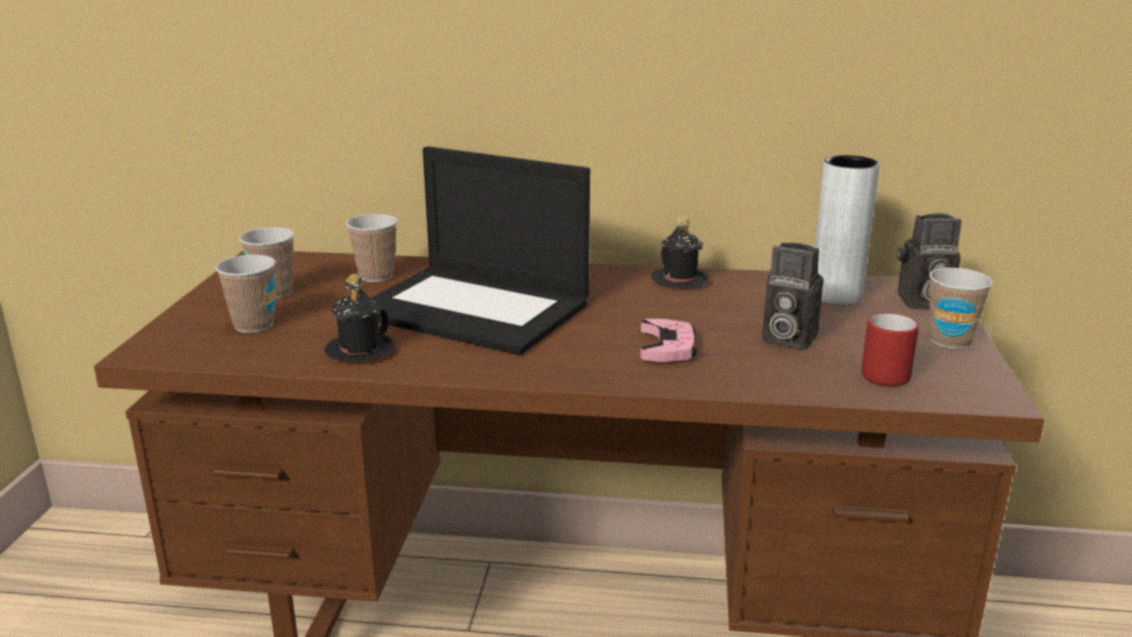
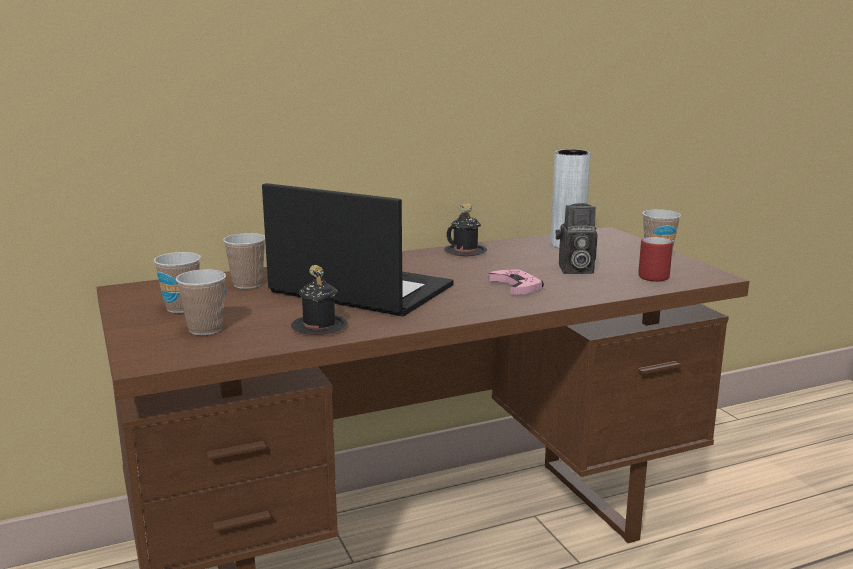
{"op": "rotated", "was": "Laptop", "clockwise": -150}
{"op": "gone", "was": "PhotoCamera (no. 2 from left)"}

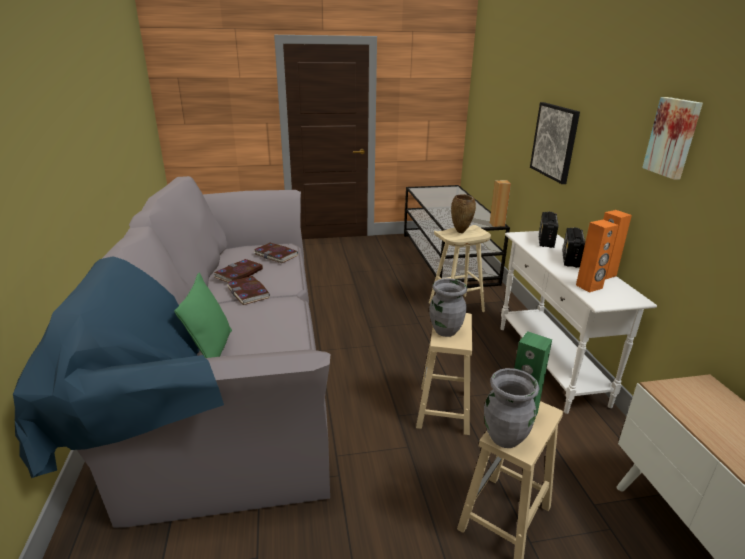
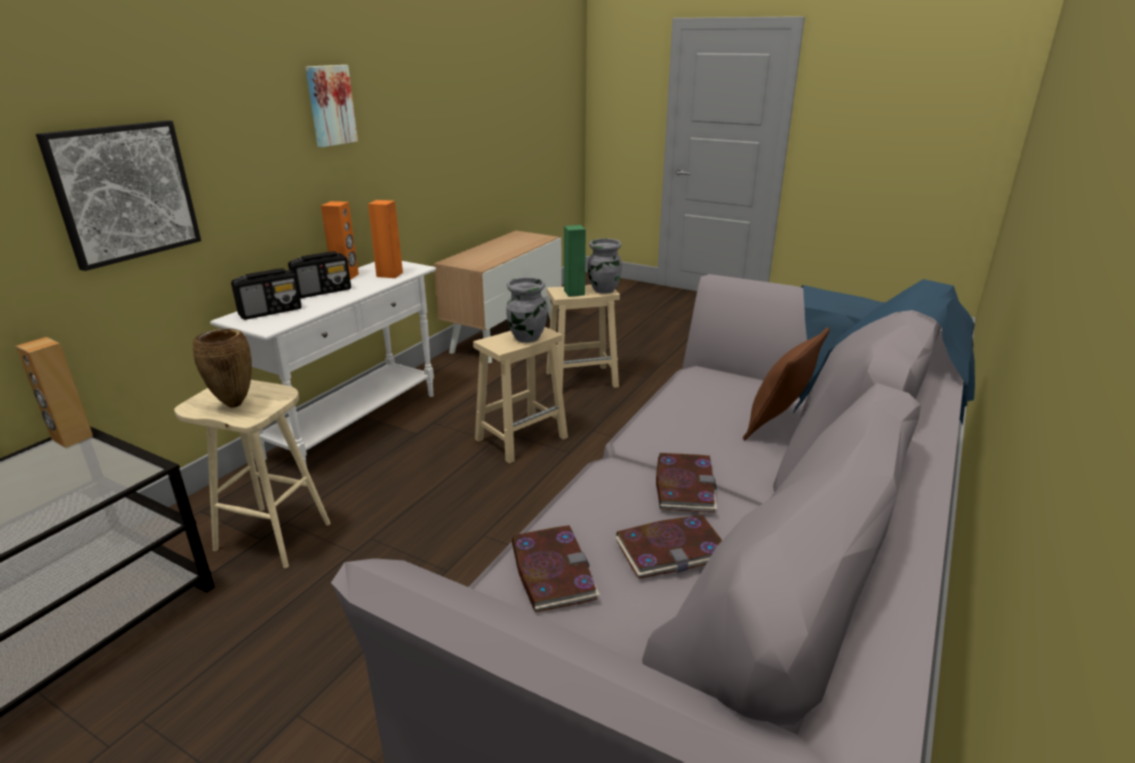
{"op": "repainted", "was": "GreenishPillow", "now": "BrownColouredPillow"}

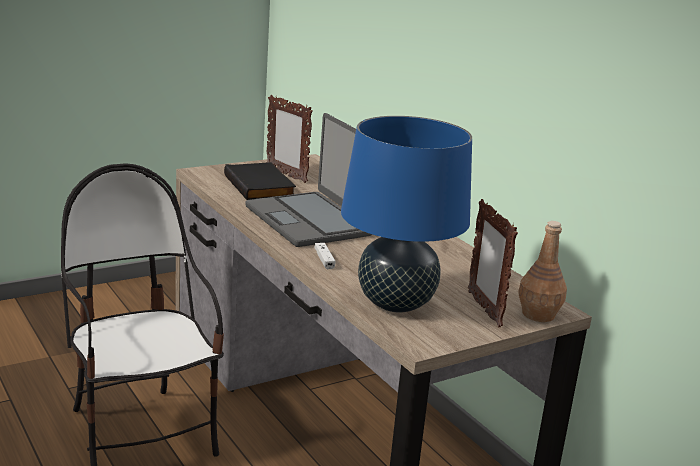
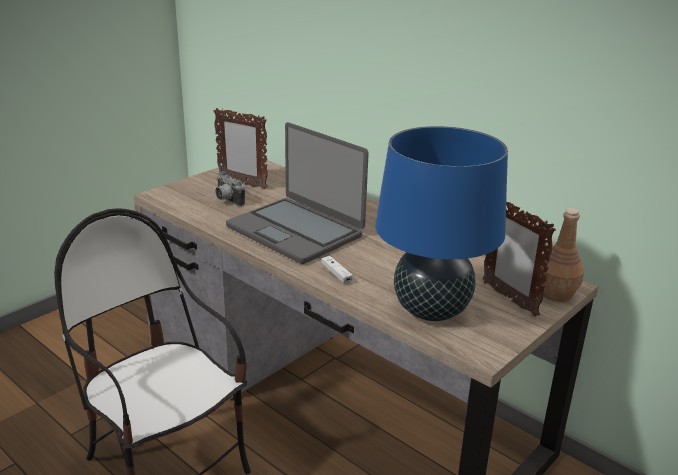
{"op": "swapped", "was": "BlackBoundBook", "now": "PhotoCamera"}

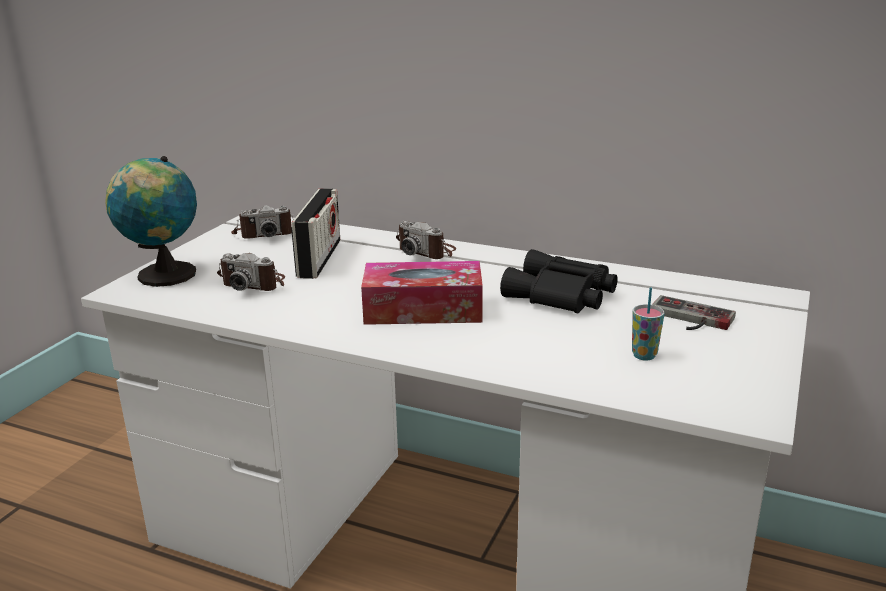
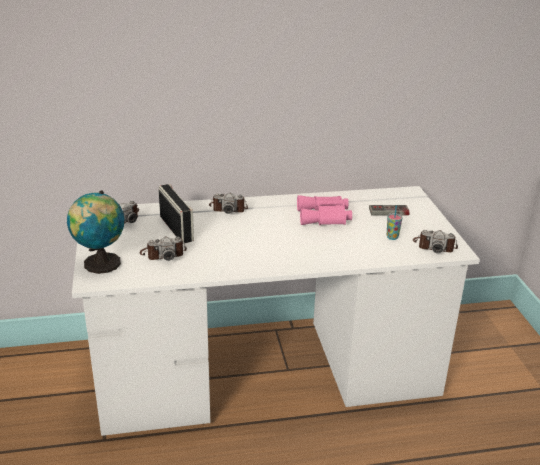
{"op": "gone", "was": "BoxOfTissues"}
{"op": "repainted", "was": "BlackPairOfBinoculars", "now": "PinkColouredPairOfBinoculars"}
{"op": "new", "now": "PhotoCamera (no. 4 from left)"}

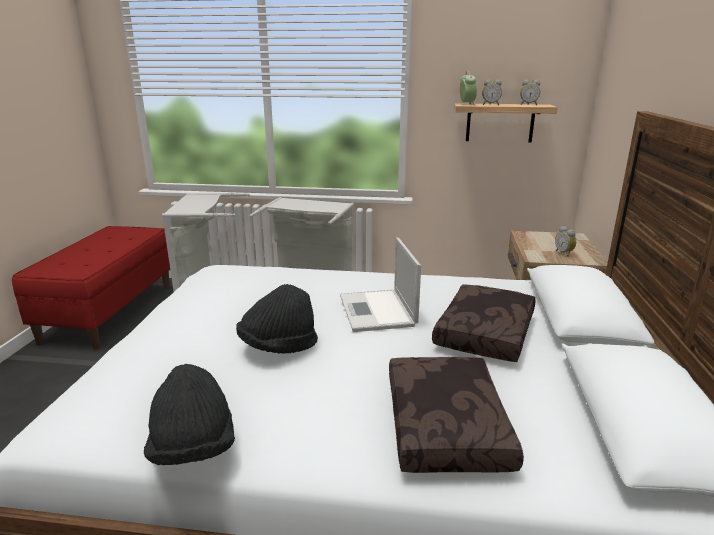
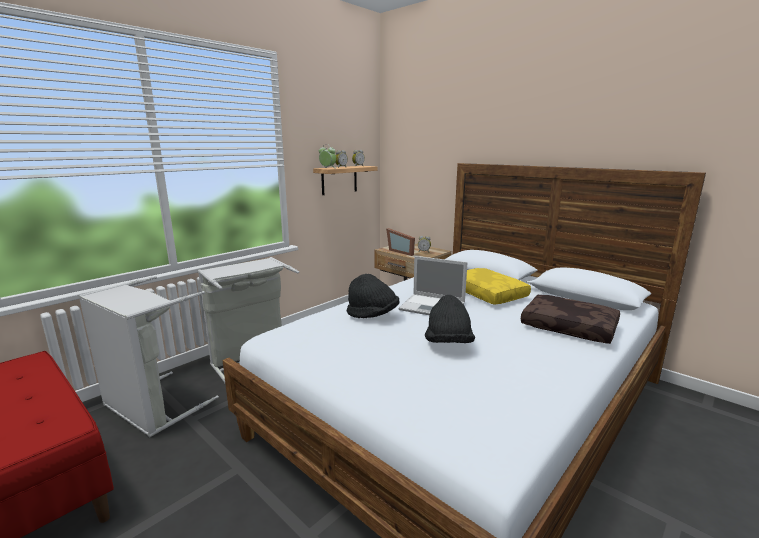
{"op": "shifted", "was": "BlackClothingHat (no. 1 from left)"}
{"op": "repainted", "was": "BrownColouredPillow (no. 2 from left)", "now": "YellowishPillow"}
{"op": "new", "now": "PhotoFrame"}

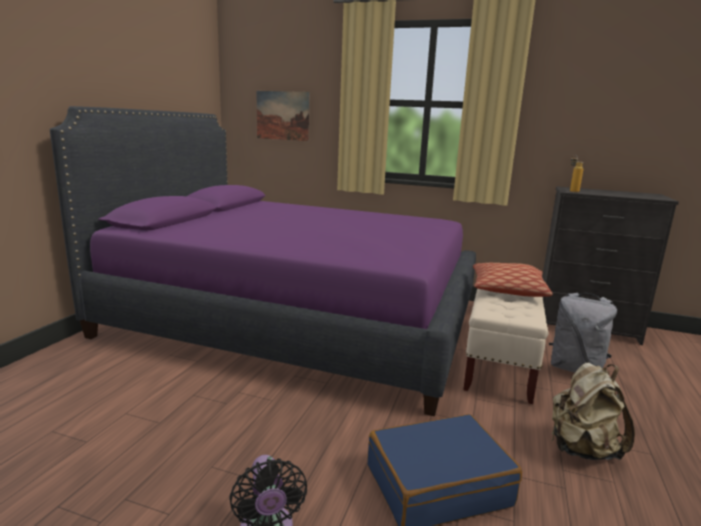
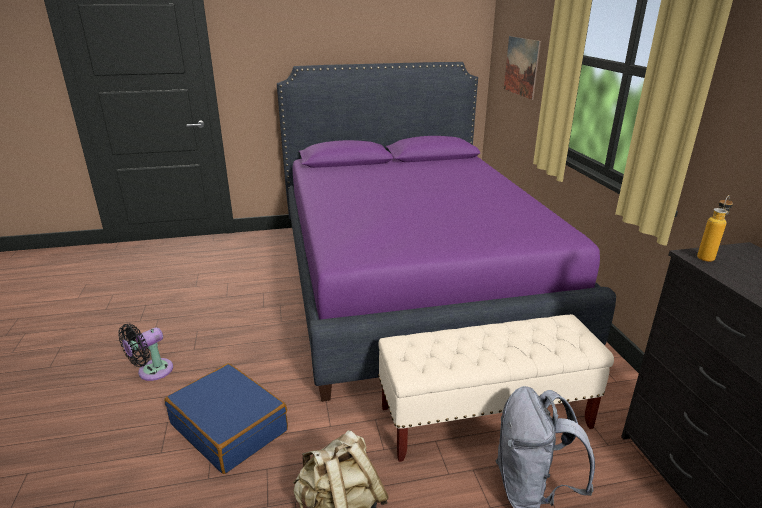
{"op": "gone", "was": "Pillow"}

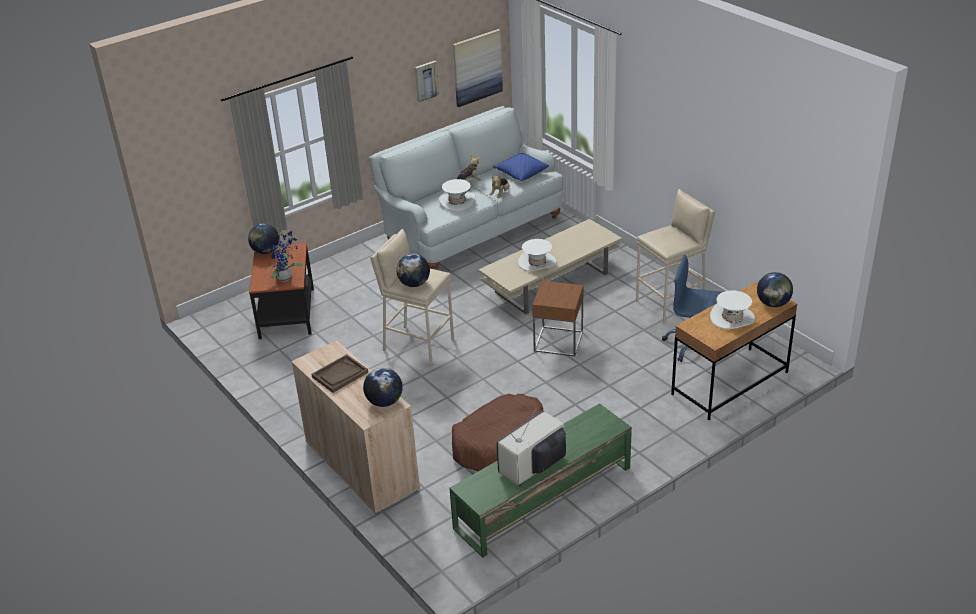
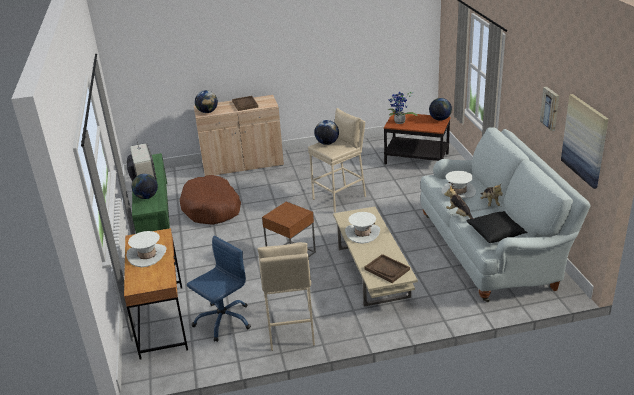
{"op": "repainted", "was": "BlueColouredPillow", "now": "BlackPillow"}
{"op": "shifted", "was": "WorldGlobe (no. 4 from left in the first image)", "now": "WorldGlobe (no. 1 from left)"}
{"op": "new", "now": "BrownColouredTray (no. 2 from left)"}

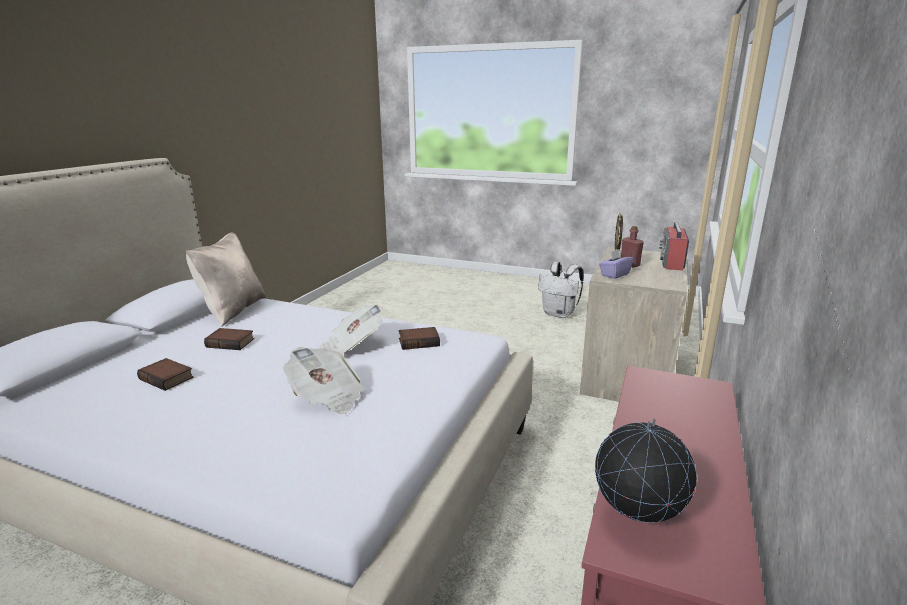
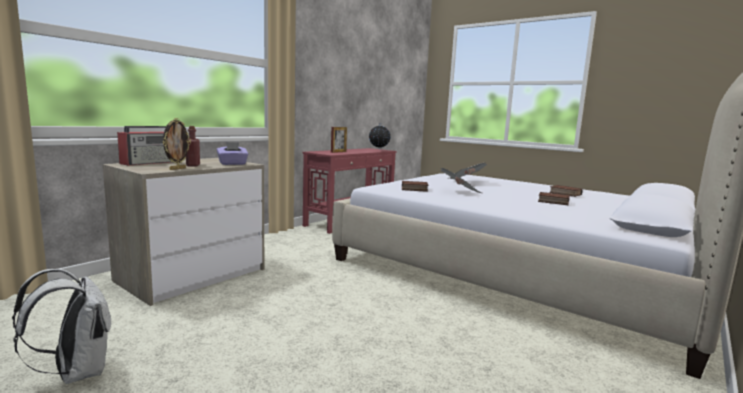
{"op": "gone", "was": "BeigePillow"}
{"op": "new", "now": "PhotoFrame (no. 2 from left)"}

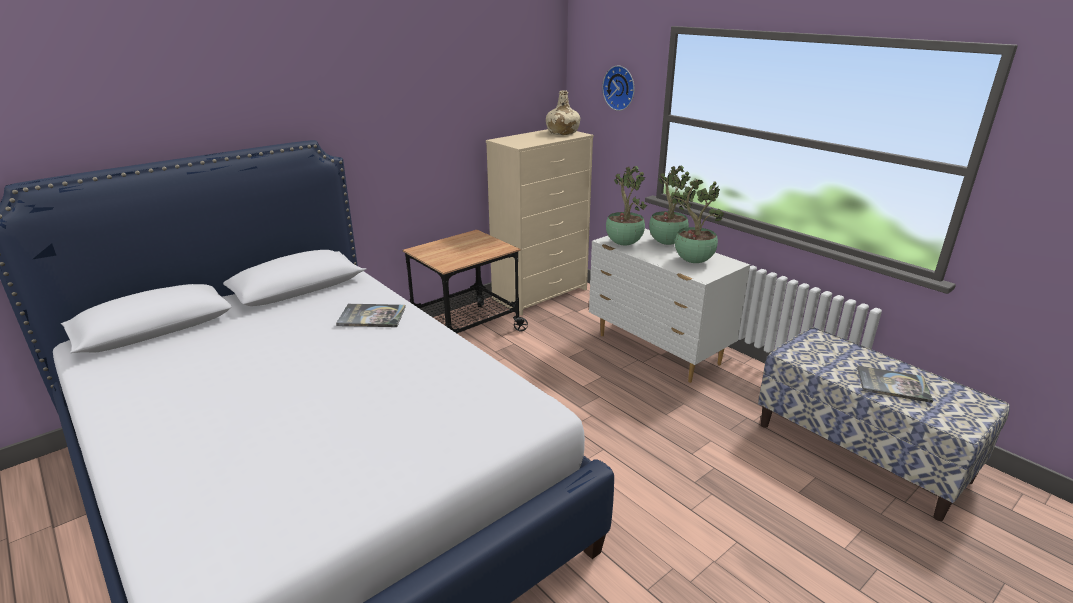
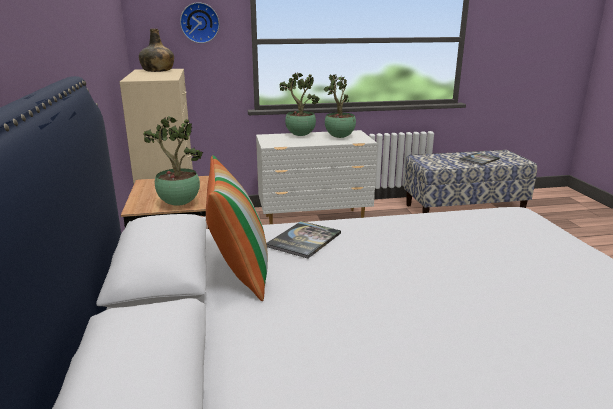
{"op": "repainted", "was": "BeigeBottle", "now": "GreenishBottle"}
{"op": "shifted", "was": "Houseplant (no. 1 from left)"}
{"op": "new", "now": "Pillow"}

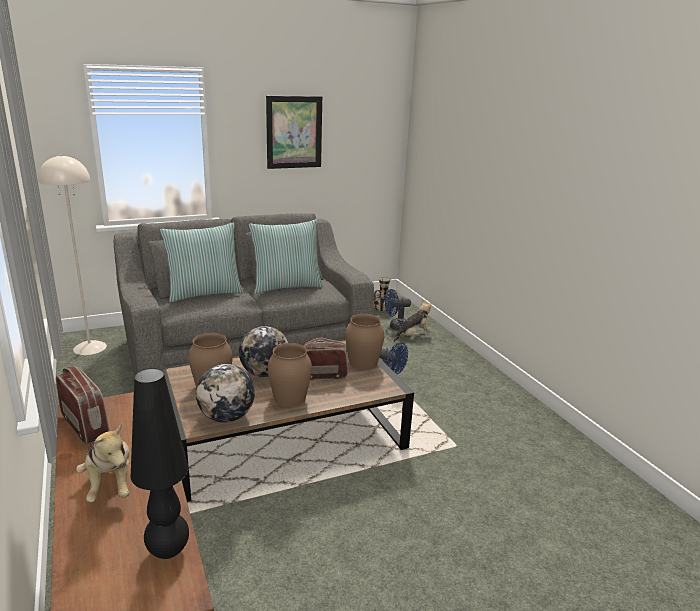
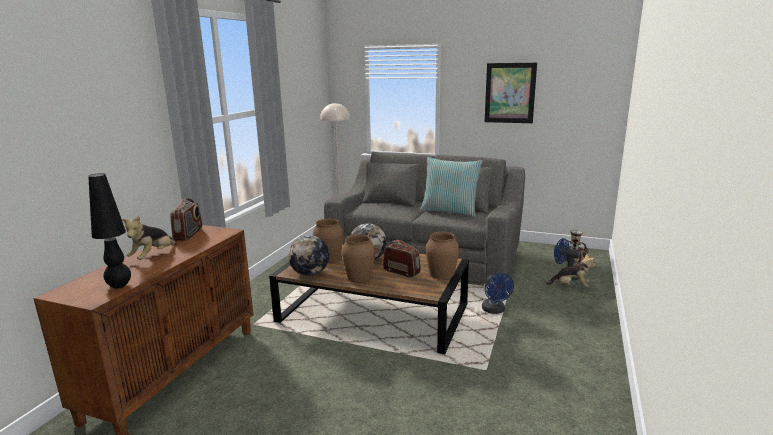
{"op": "gone", "was": "Pillow (no. 1 from left)"}

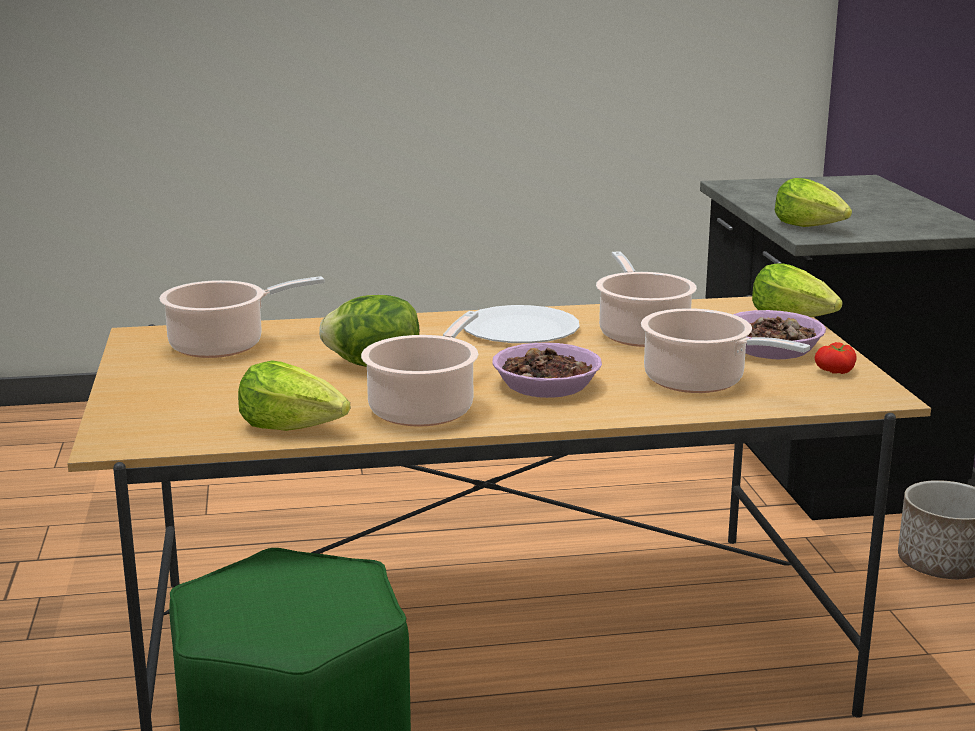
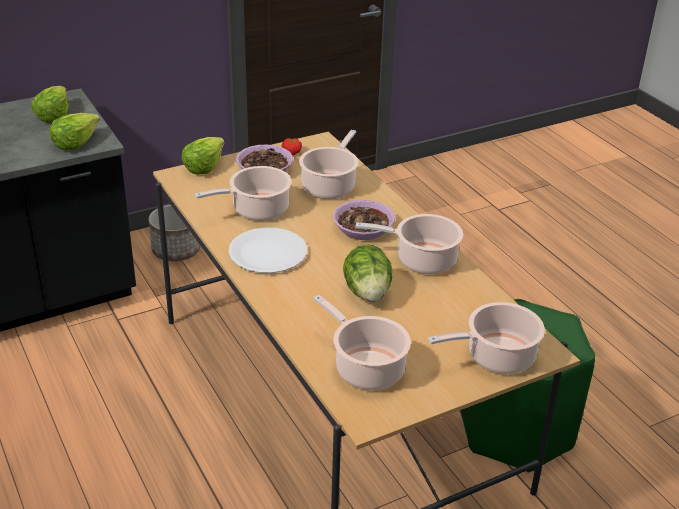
{"op": "shifted", "was": "HeadOfLettuce (no. 1 from left)"}
{"op": "new", "now": "CookingPot (no. 5 from left)"}

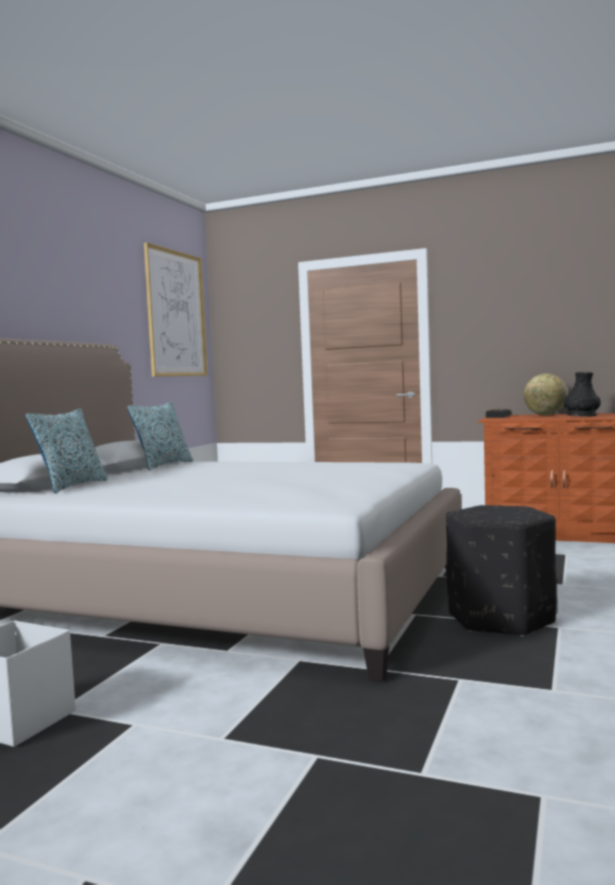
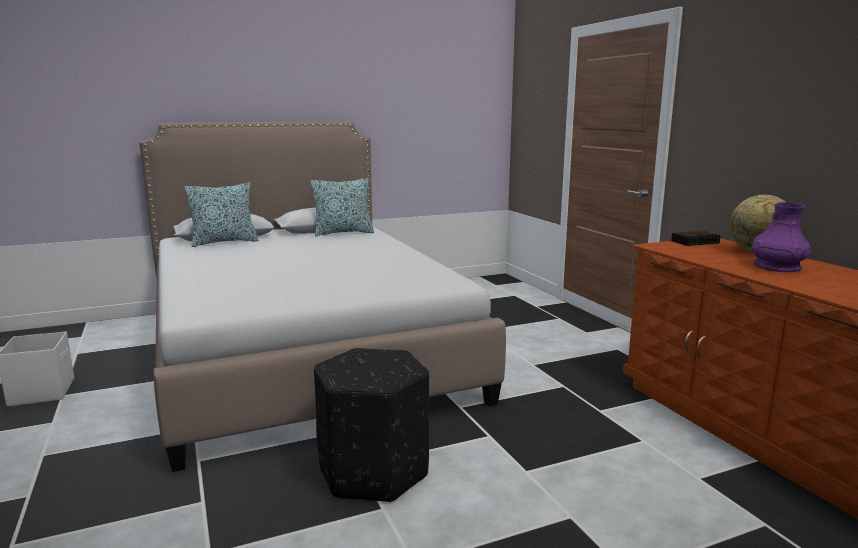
{"op": "gone", "was": "Picture"}
{"op": "repainted", "was": "BlackFlowerVase", "now": "PurplishFlowerVase"}

